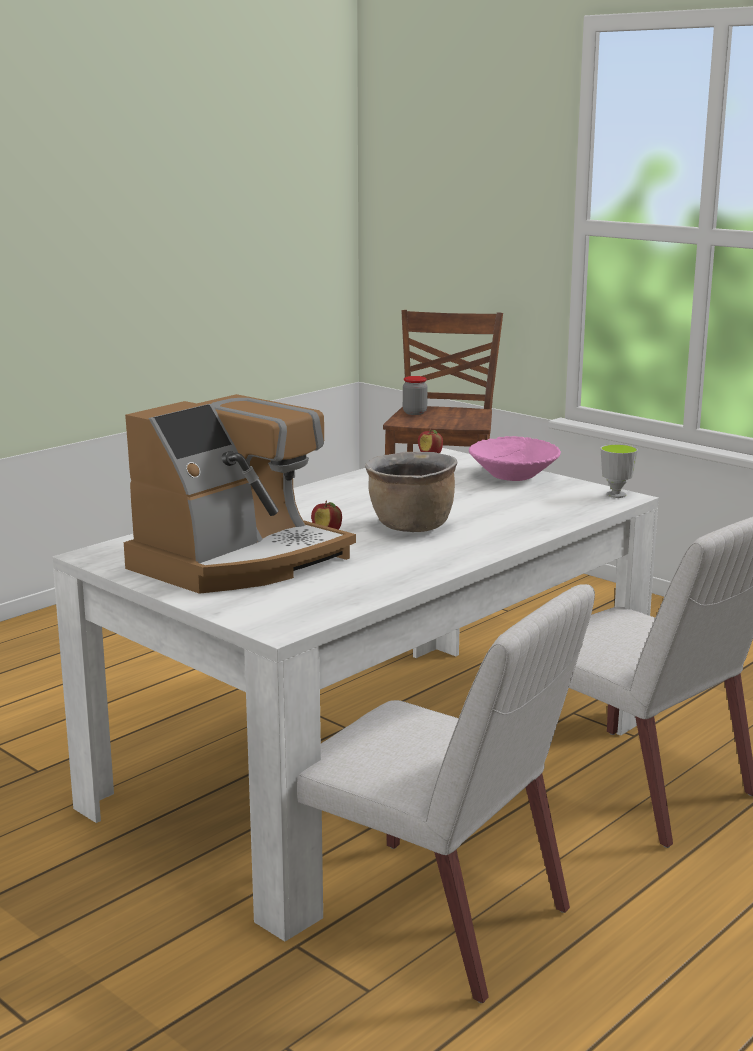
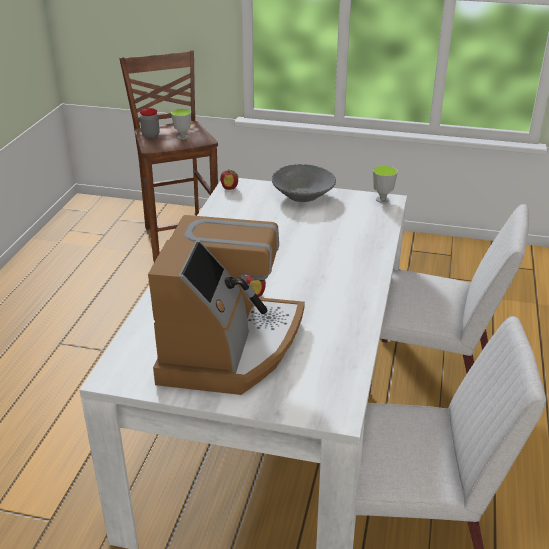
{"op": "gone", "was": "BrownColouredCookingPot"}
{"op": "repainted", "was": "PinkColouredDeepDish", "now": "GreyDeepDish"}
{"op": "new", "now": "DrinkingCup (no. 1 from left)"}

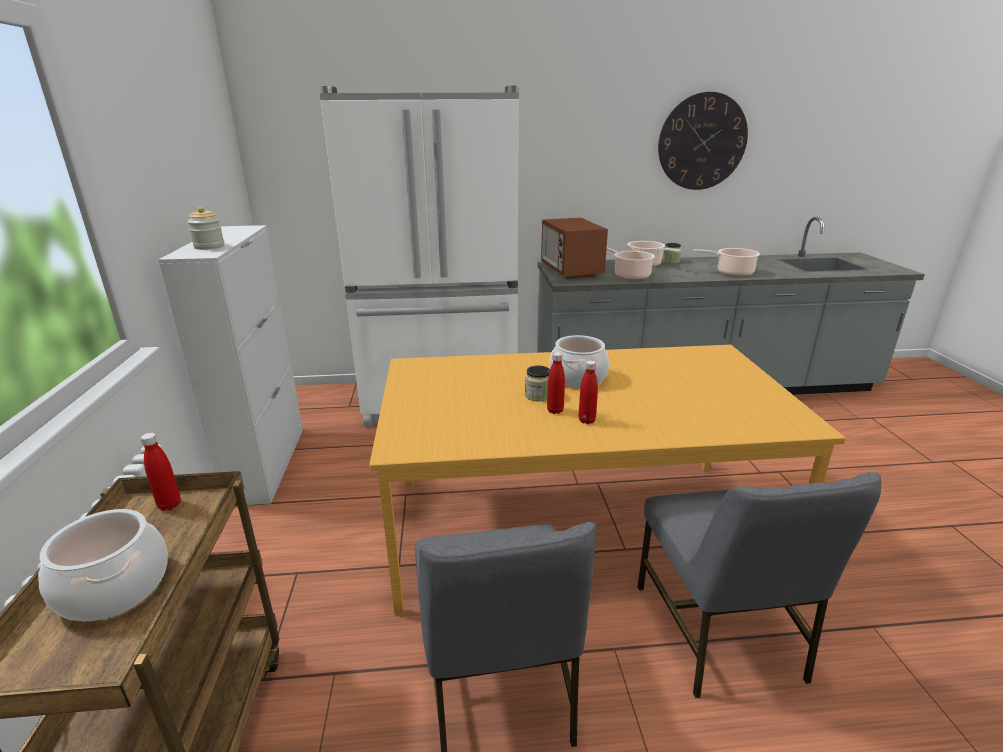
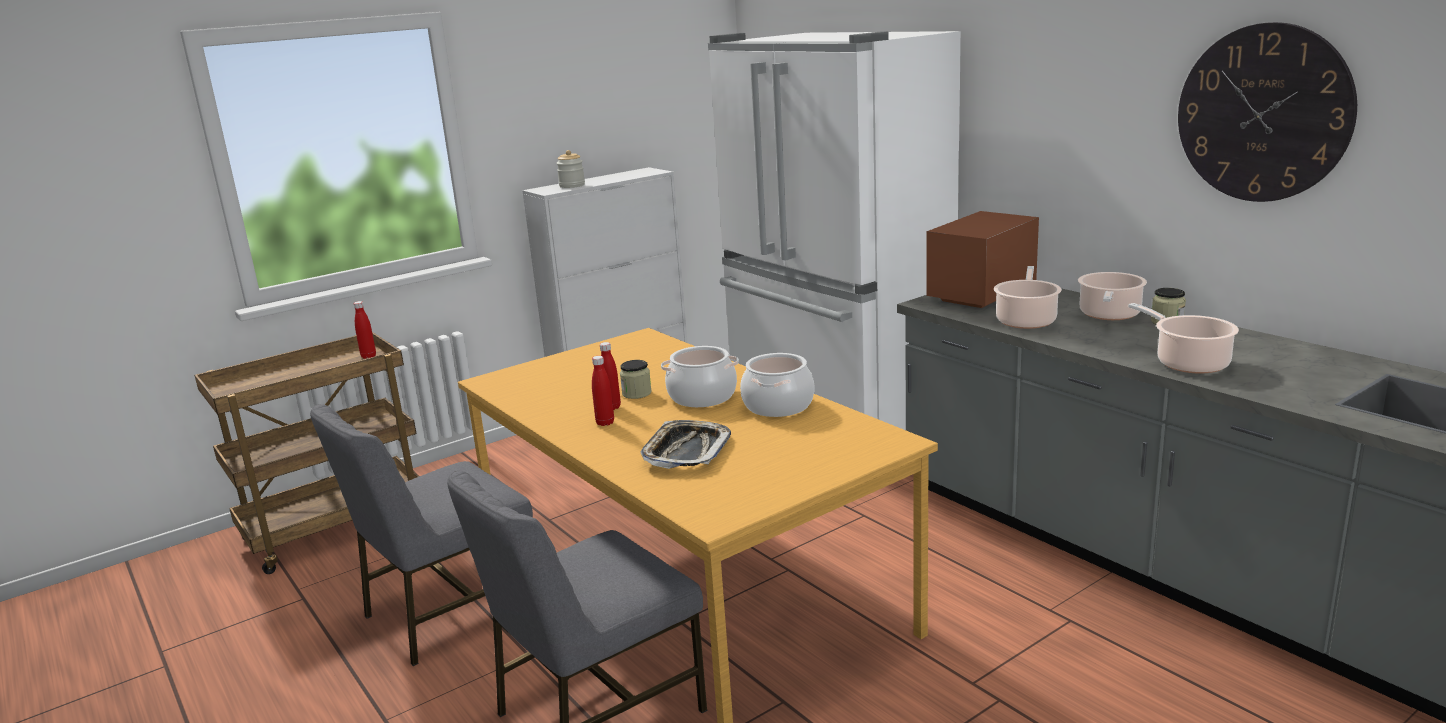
{"op": "shifted", "was": "CookingPot (no. 1 from left in the first image)", "now": "CookingPot (no. 2 from left)"}
{"op": "new", "now": "Tray"}

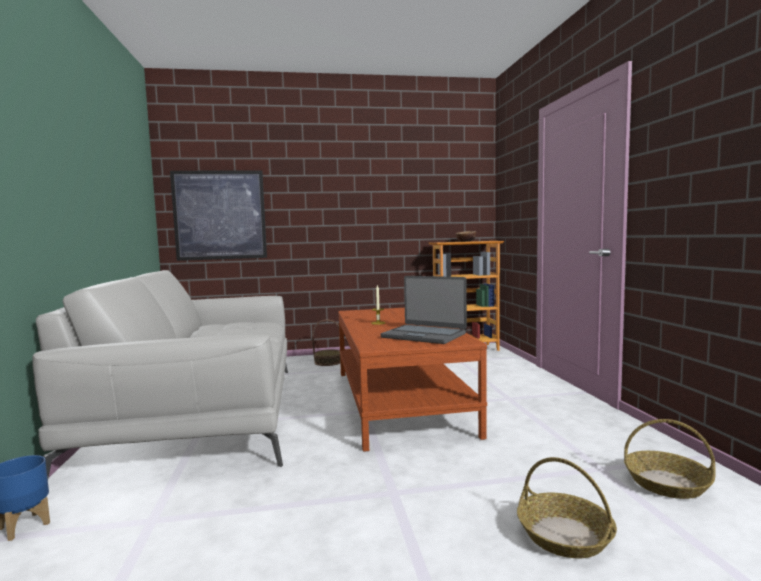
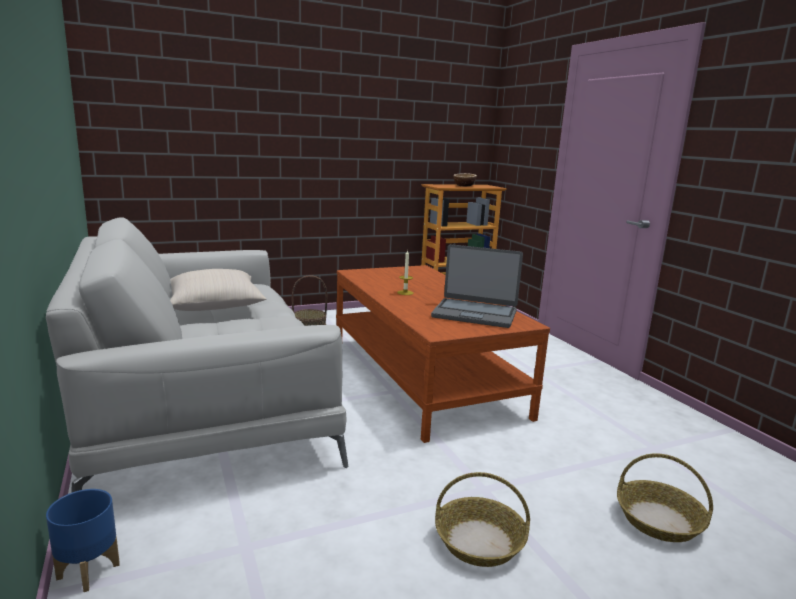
{"op": "gone", "was": "Picture"}
{"op": "shifted", "was": "StorageBasket (no. 3 from left in the first image)", "now": "StorageBasket (no. 2 from left)"}
{"op": "new", "now": "BeigePillow"}

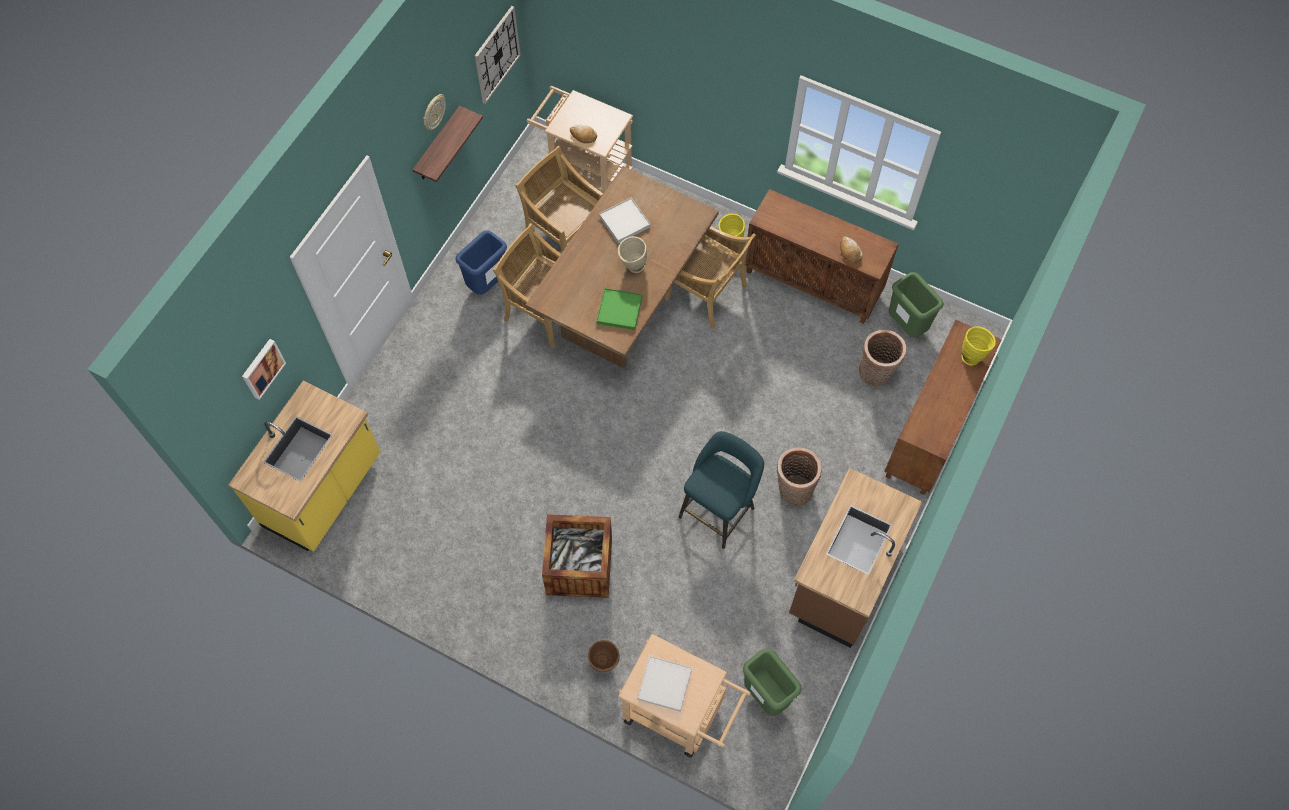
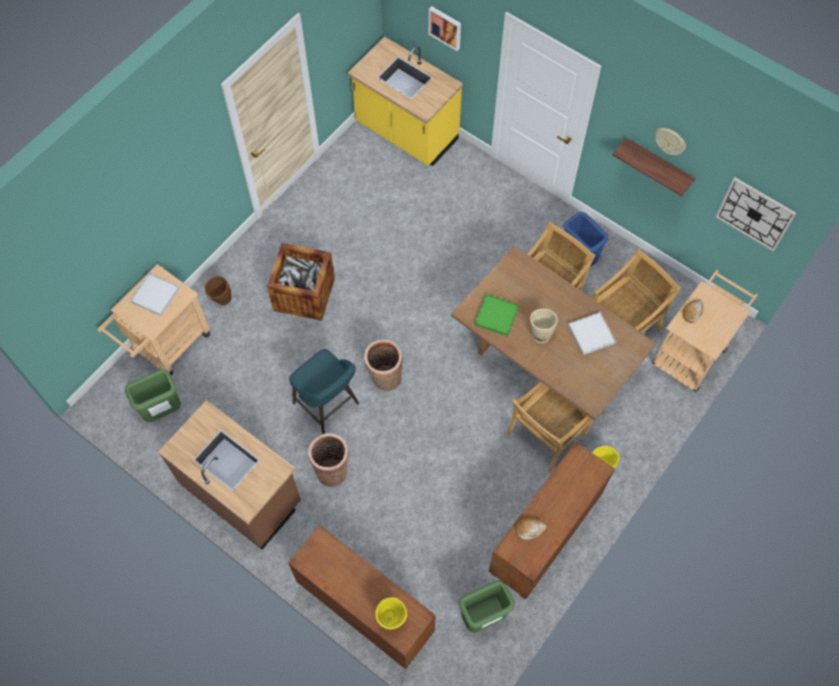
{"op": "shifted", "was": "StorageBasket (no. 2 from left)"}

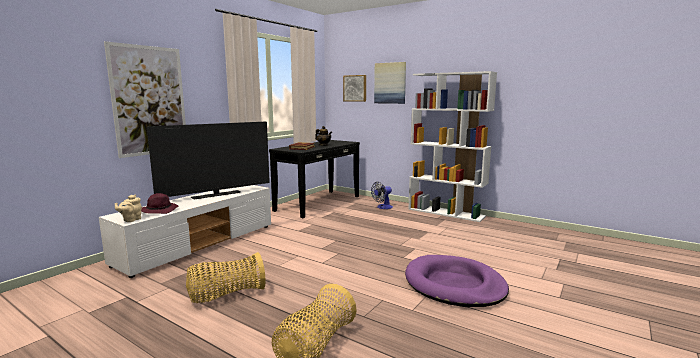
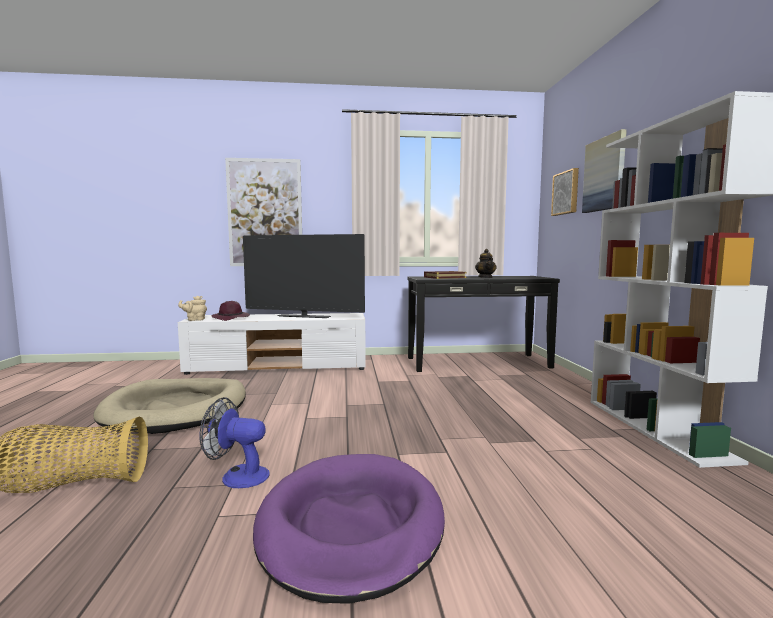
{"op": "swapped", "was": "StorageBasket (no. 1 from left)", "now": "BeigeDogCushion"}
{"op": "shifted", "was": "ElectricFan"}

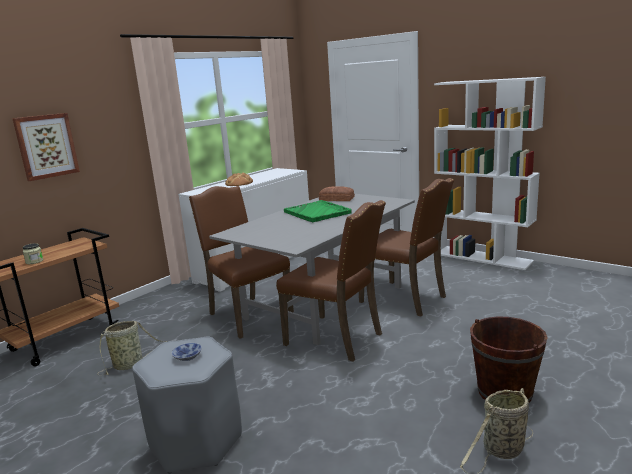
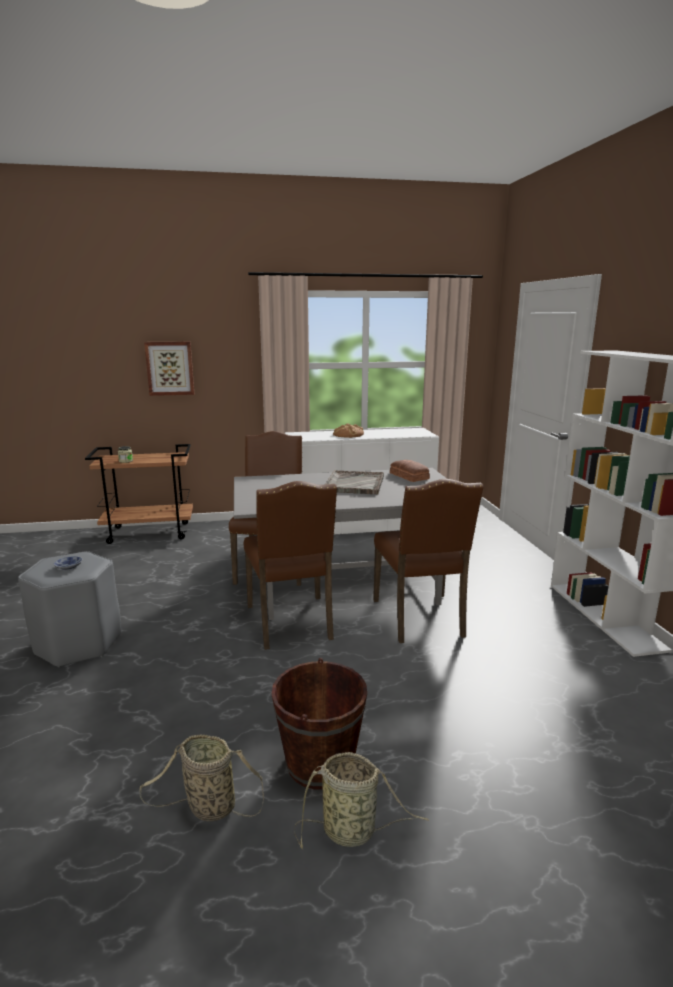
{"op": "shifted", "was": "StorageBasket (no. 1 from left in the first image)", "now": "StorageBasket (no. 2 from left)"}
{"op": "repainted", "was": "GreenishTray", "now": "GreyTray"}

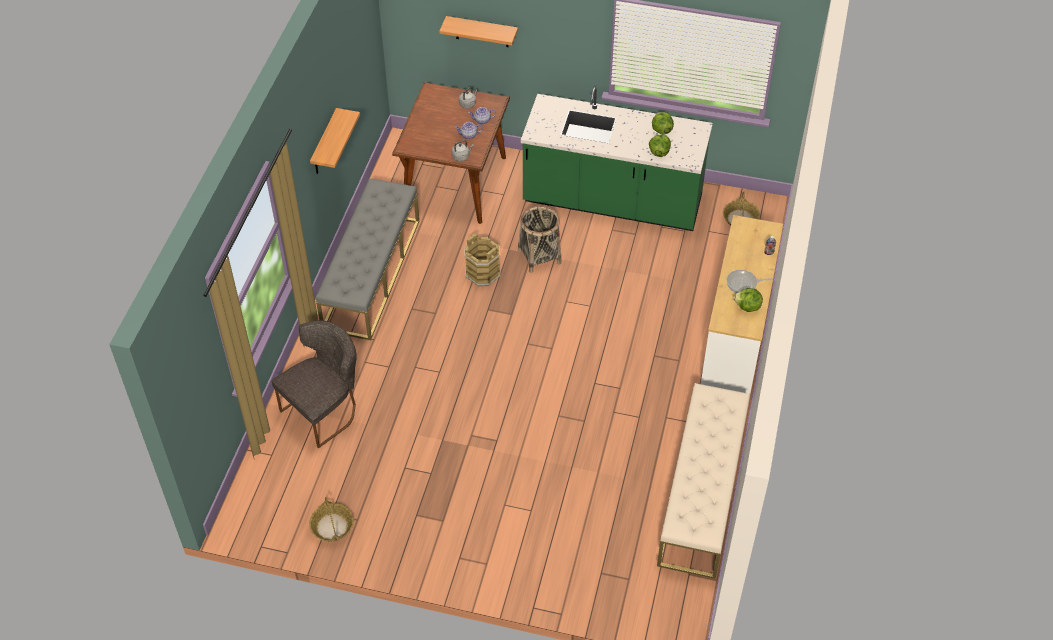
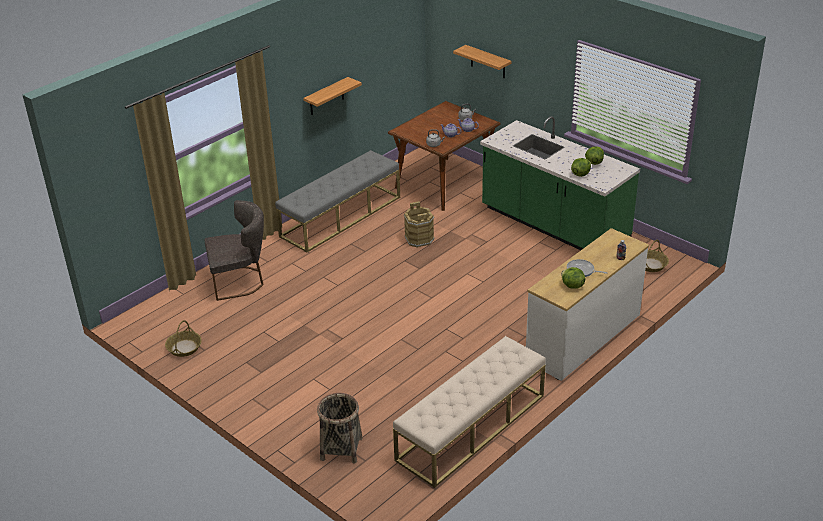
{"op": "shifted", "was": "StorageBasket (no. 2 from left)"}

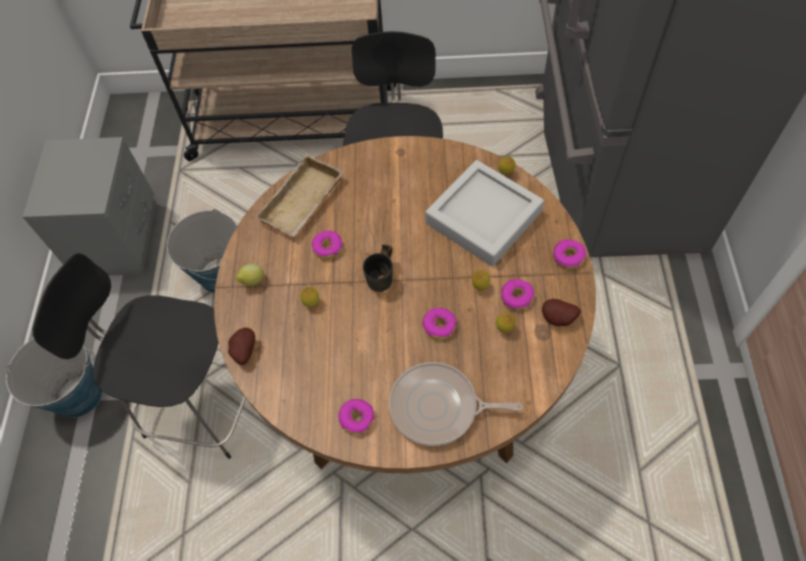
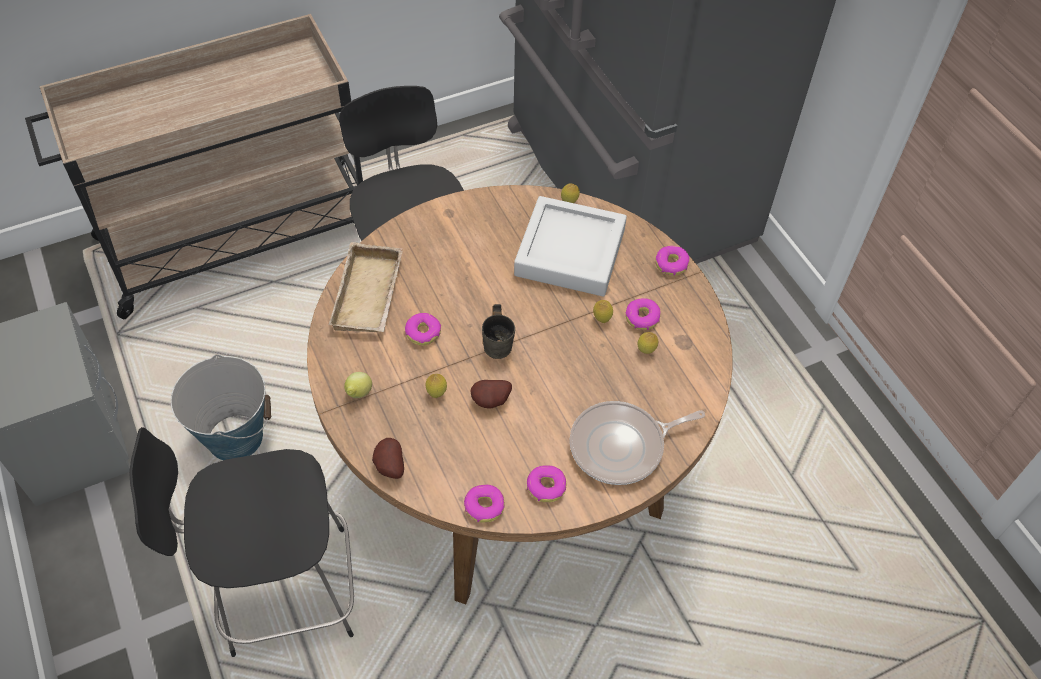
{"op": "gone", "was": "WaterBucket (no. 1 from left)"}
{"op": "shifted", "was": "Doughnut (no. 3 from left in the first image)", "now": "Doughnut (no. 2 from left)"}
{"op": "shifted", "was": "Spud (no. 2 from left)"}

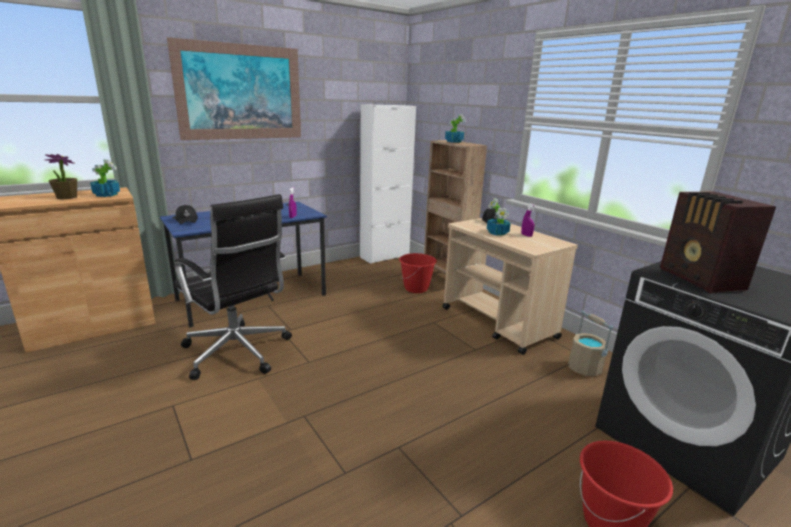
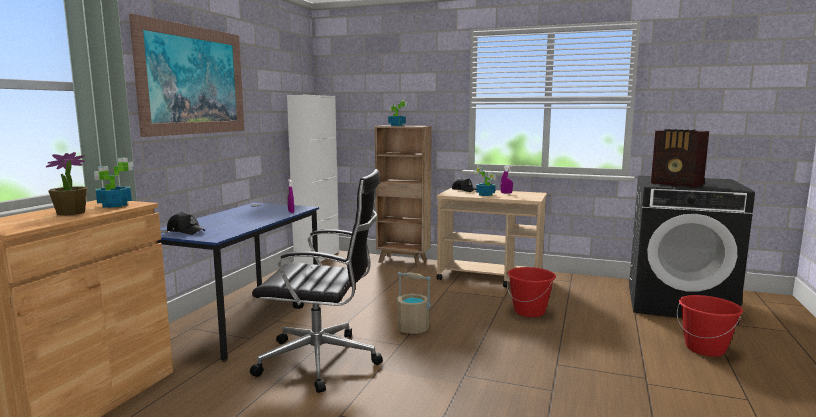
{"op": "shifted", "was": "ReddishWaterBucket (no. 1 from left)"}
{"op": "shifted", "was": "BeigeWaterBucket"}

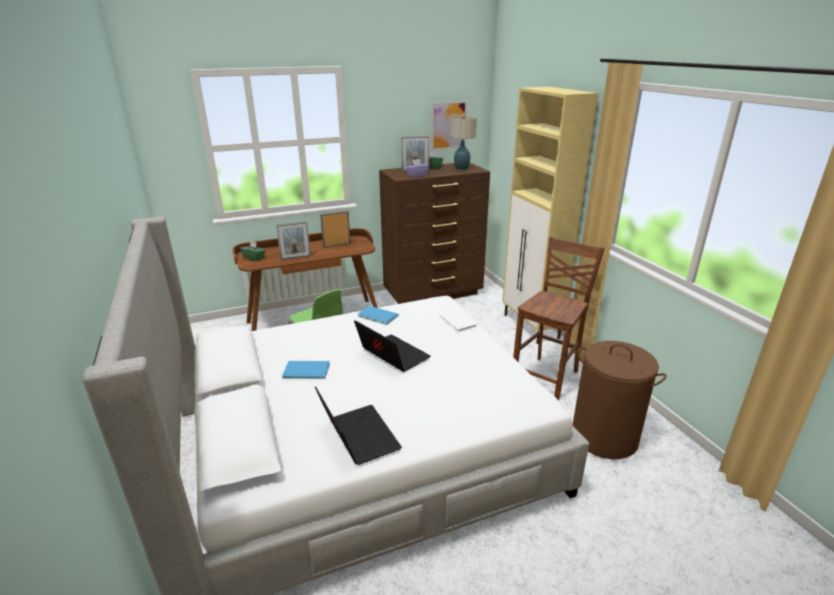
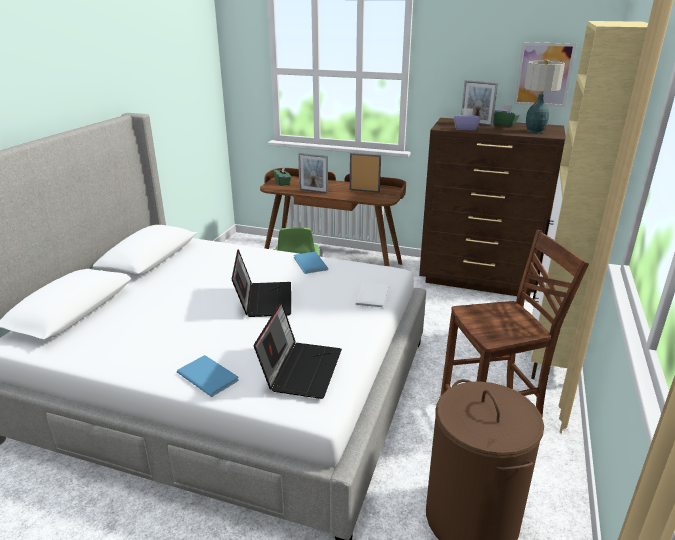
{"op": "shifted", "was": "BlueColouredBoundBook (no. 1 from left)"}
{"op": "shifted", "was": "Laptop (no. 1 from left in the first image)", "now": "Laptop (no. 2 from left)"}

